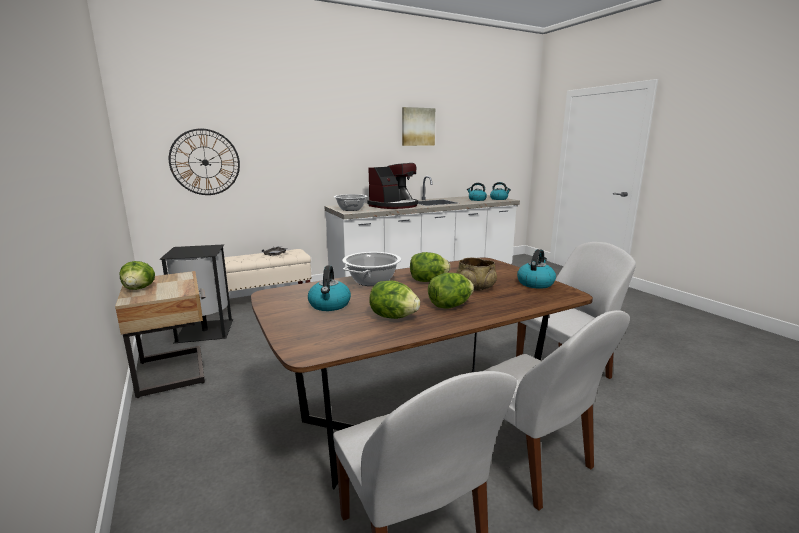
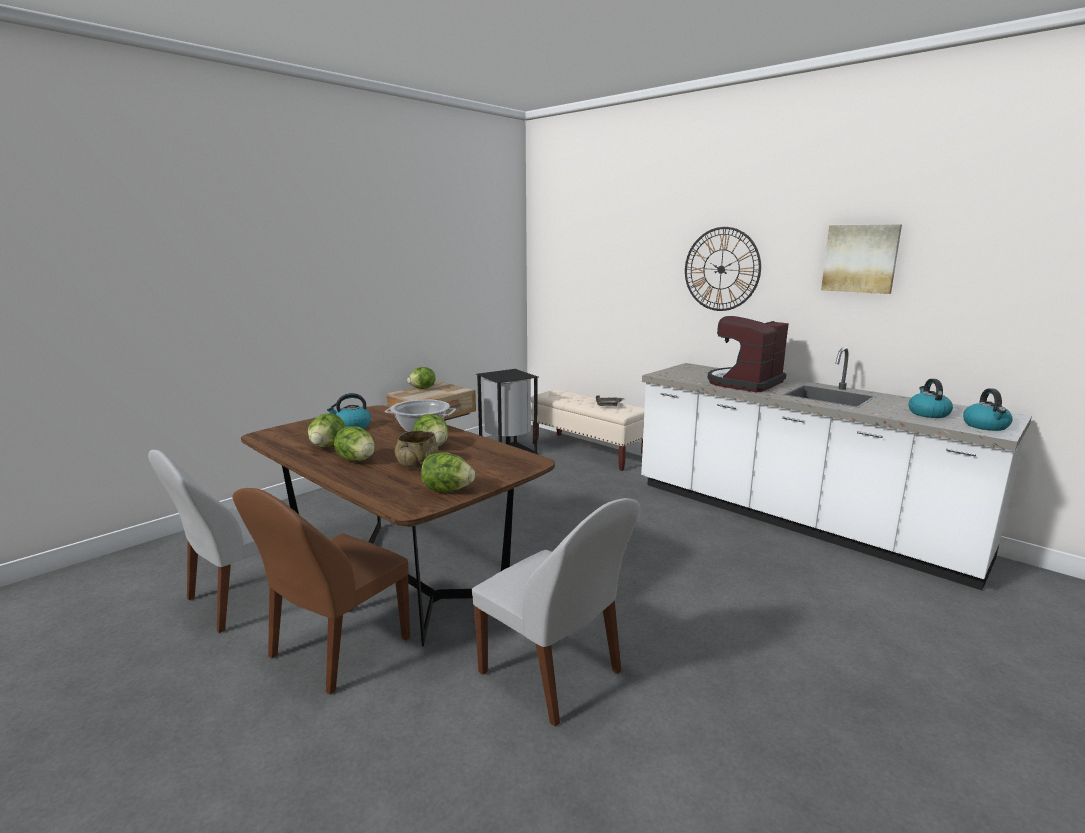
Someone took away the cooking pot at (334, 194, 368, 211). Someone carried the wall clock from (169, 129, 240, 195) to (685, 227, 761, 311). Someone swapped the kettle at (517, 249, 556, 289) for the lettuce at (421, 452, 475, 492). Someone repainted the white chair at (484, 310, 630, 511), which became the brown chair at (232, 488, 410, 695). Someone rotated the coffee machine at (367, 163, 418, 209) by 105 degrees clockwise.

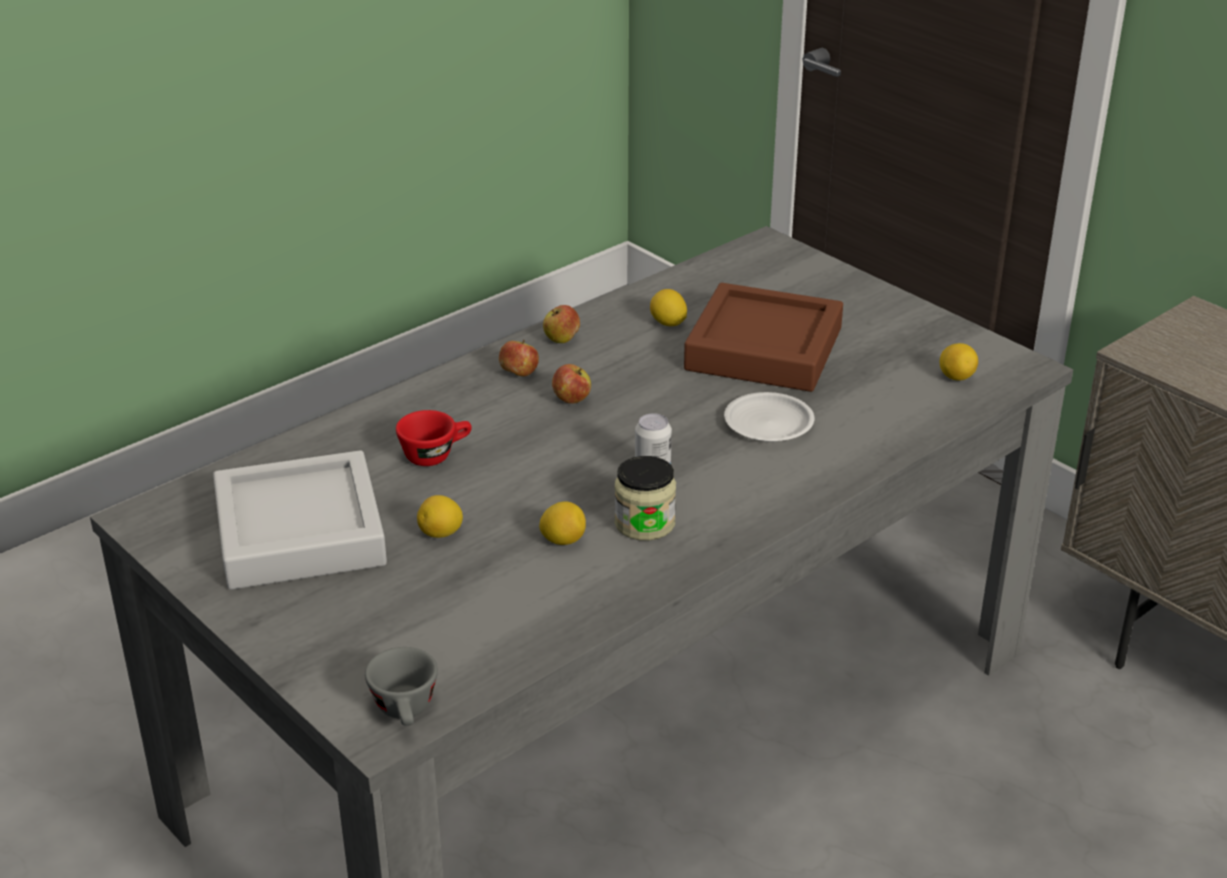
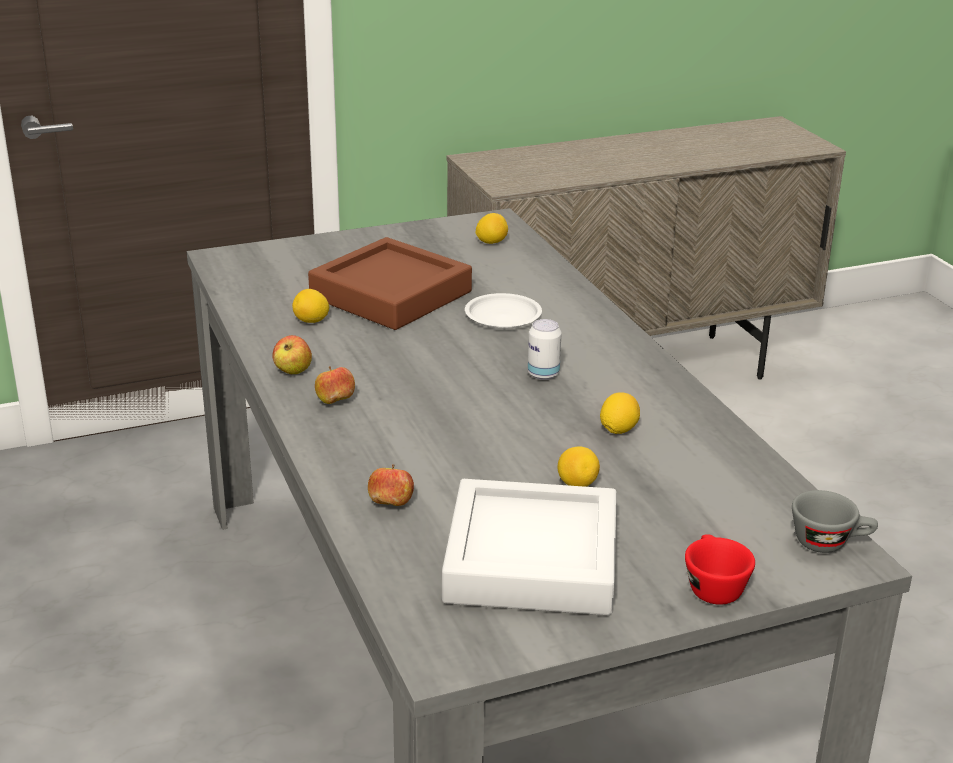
Someone took away the jar at (615, 456, 676, 541). Someone carried the red cup from (396, 410, 472, 466) to (685, 535, 755, 605). Someone carried the apple from (552, 364, 591, 404) to (368, 464, 414, 506).

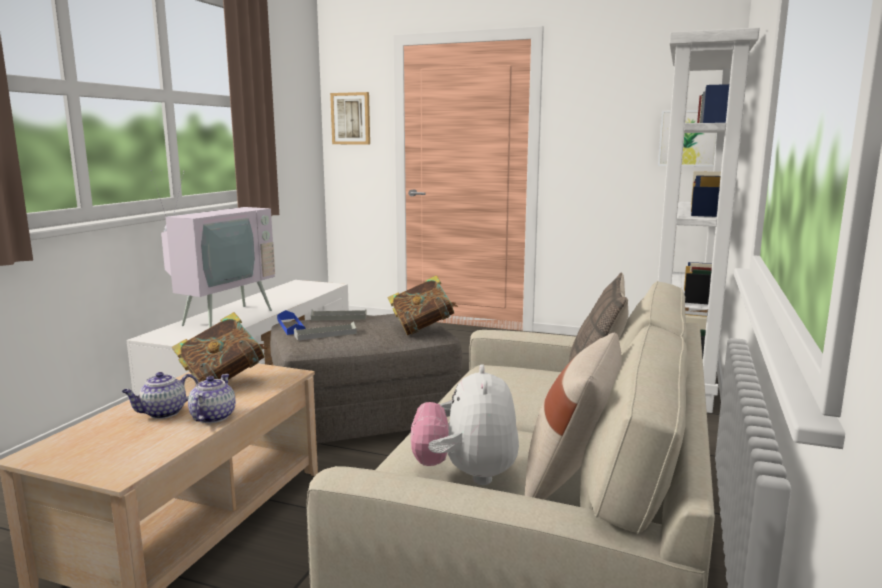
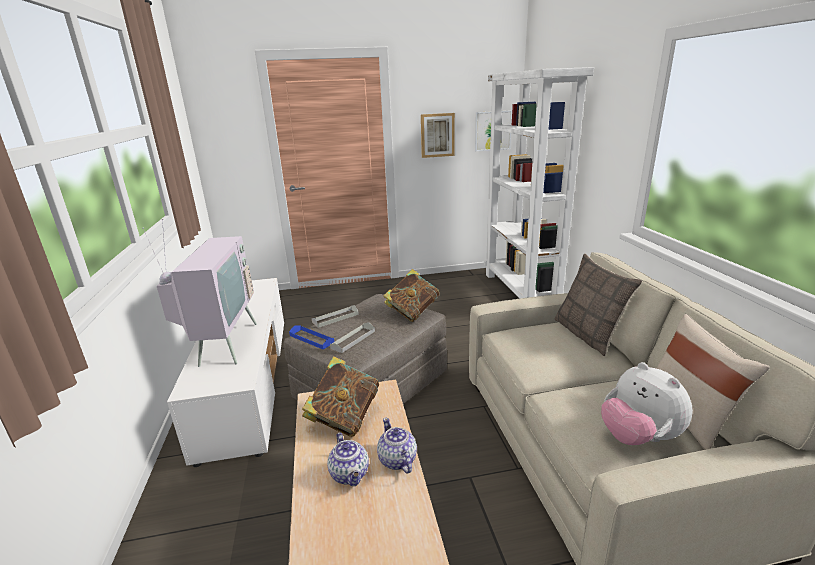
Someone carried the picture from (330, 92, 370, 144) to (421, 113, 455, 158). Someone rotated the teapot at (122, 372, 198, 419) by 45 degrees counterclockwise.

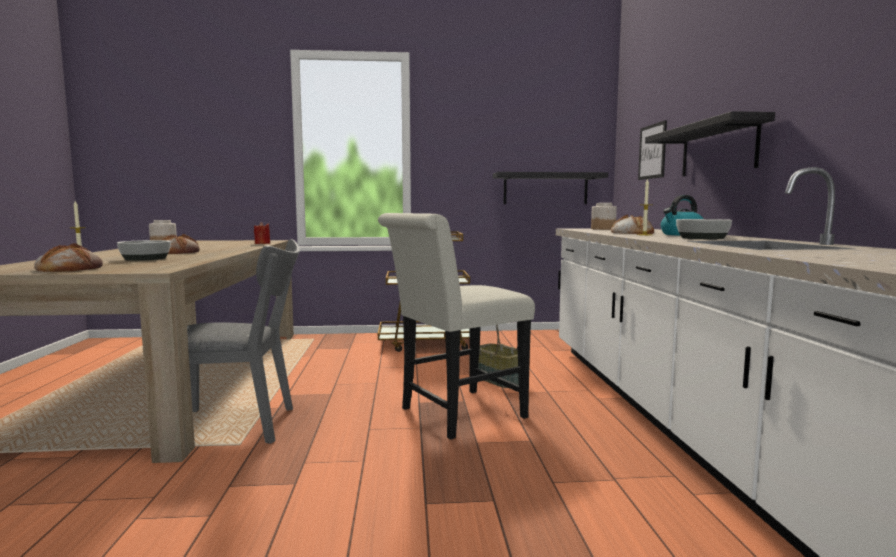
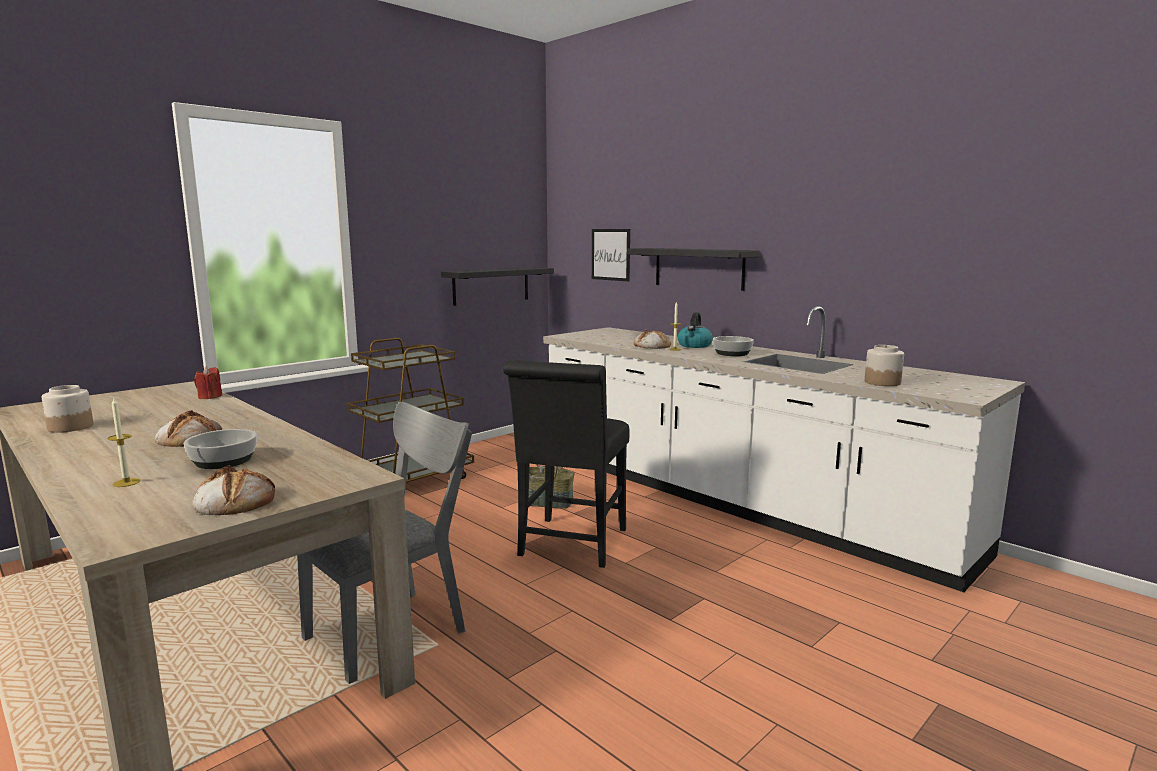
Someone carried the jar from (591, 203, 617, 230) to (865, 345, 904, 386). Someone repainted the white chair at (378, 213, 535, 440), which became the black chair at (503, 360, 630, 568).

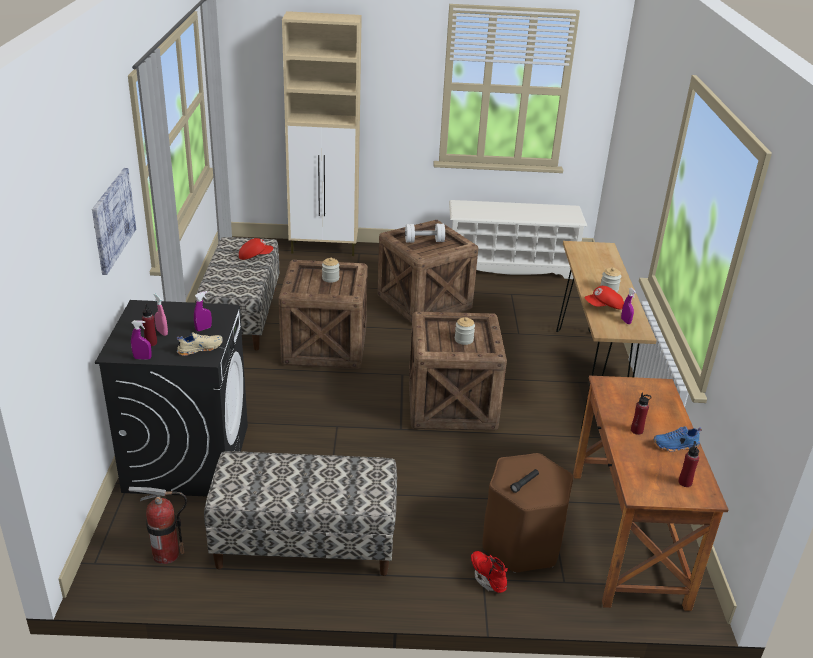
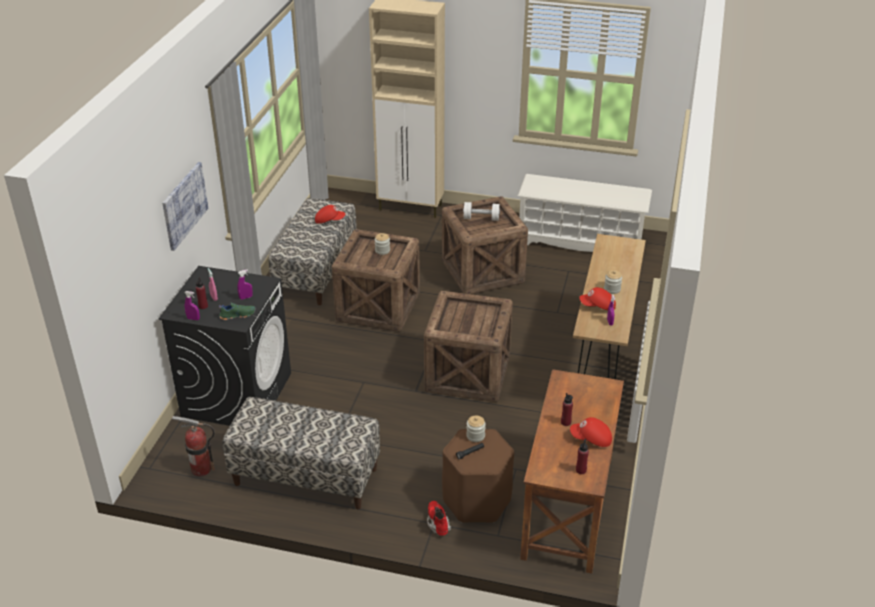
Someone carried the jar from (455, 317, 475, 345) to (466, 415, 486, 442). Someone swapped the blue shoe at (653, 426, 702, 452) for the red cap at (570, 417, 612, 447). Someone repainted the beige shoe at (177, 332, 223, 356), which became the green shoe at (219, 303, 255, 320).

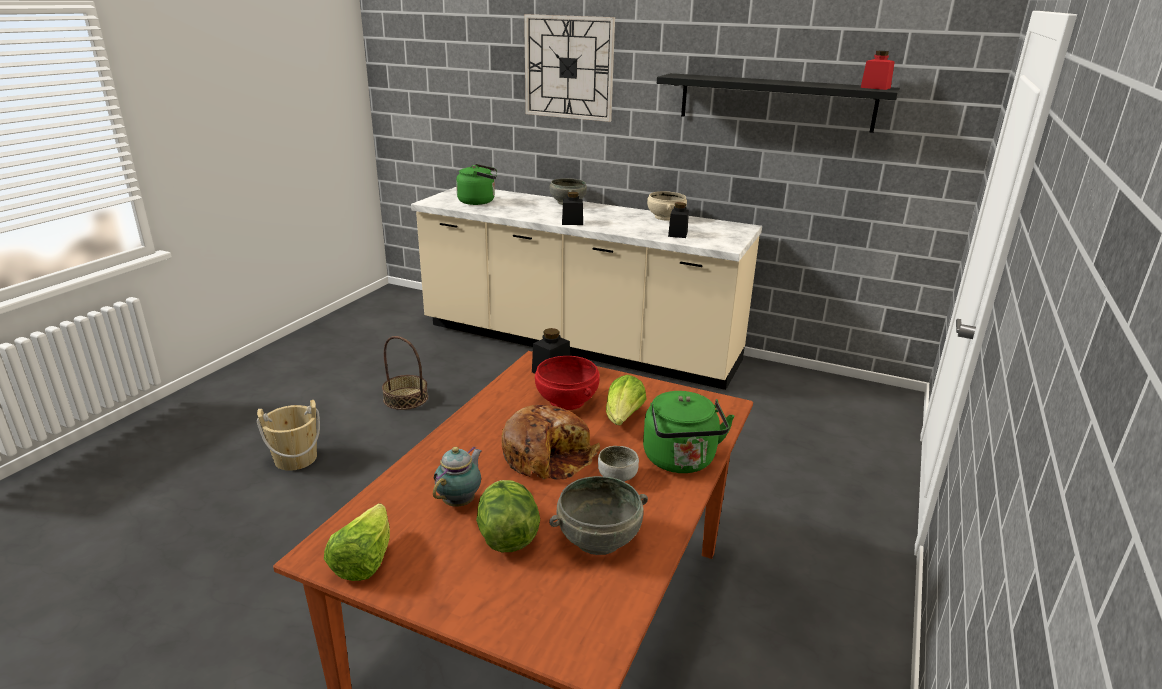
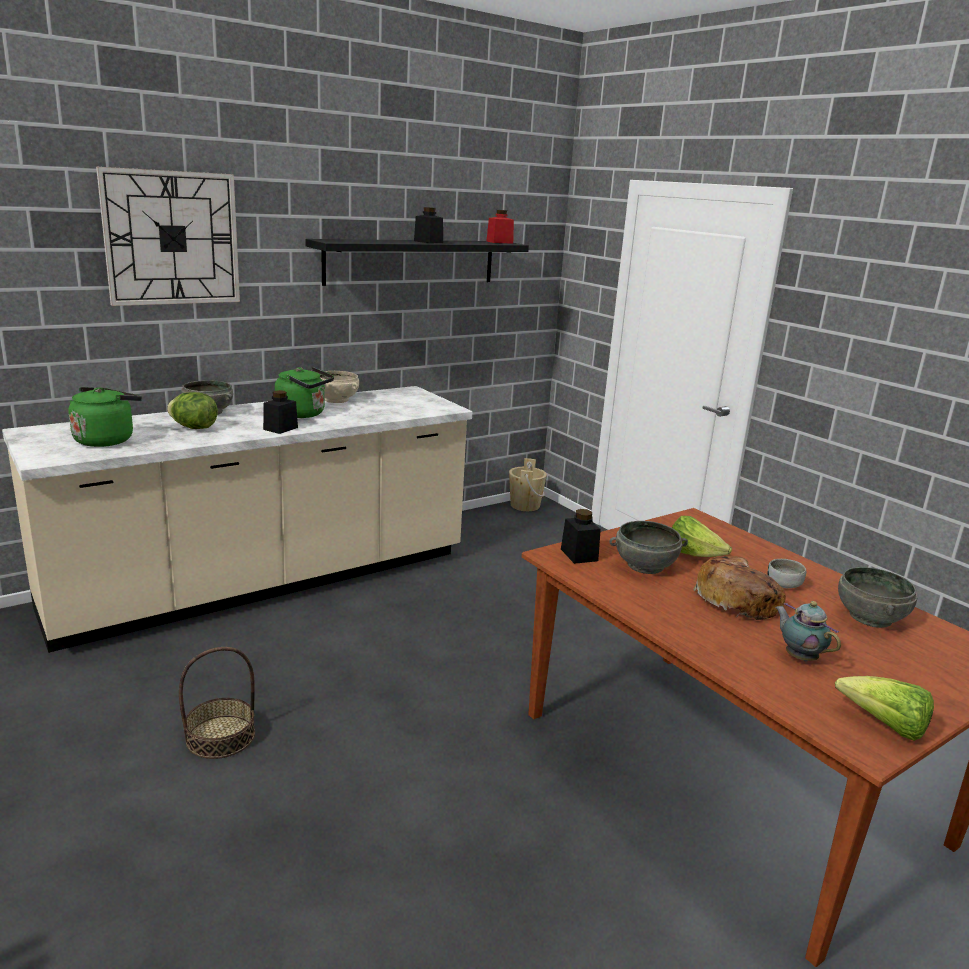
Someone carried the beige bucket from (257, 400, 320, 471) to (509, 458, 547, 511). Someone carried the lettuce from (476, 480, 540, 552) to (167, 392, 218, 429). Someone carried the green kettle from (643, 391, 735, 473) to (275, 367, 334, 418). Someone carried the black jar from (668, 202, 689, 238) to (414, 207, 443, 243). Someone repainted the red bowl at (535, 356, 600, 410), which became the grey bowl at (609, 521, 688, 574).

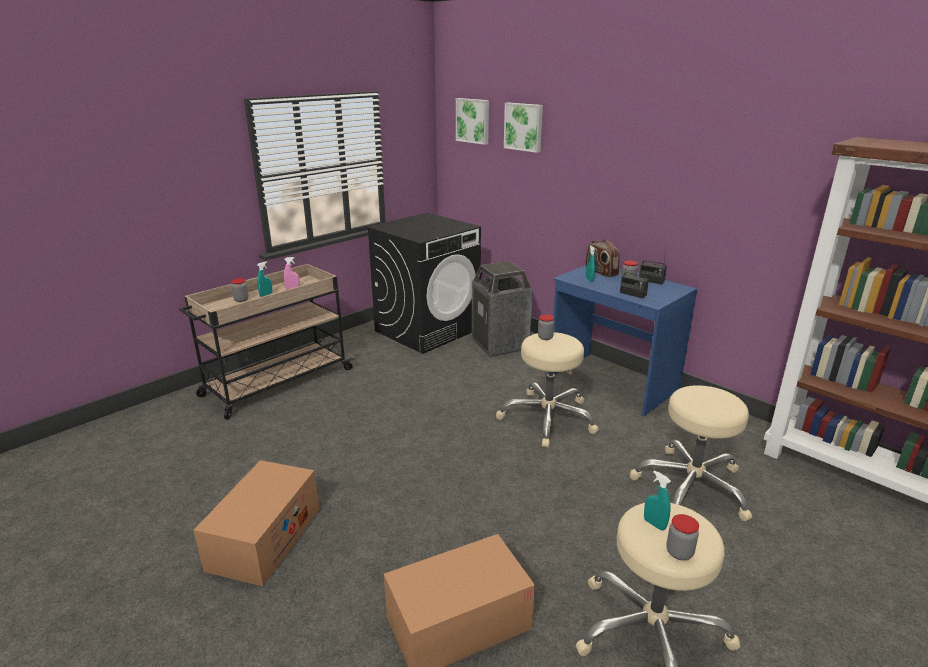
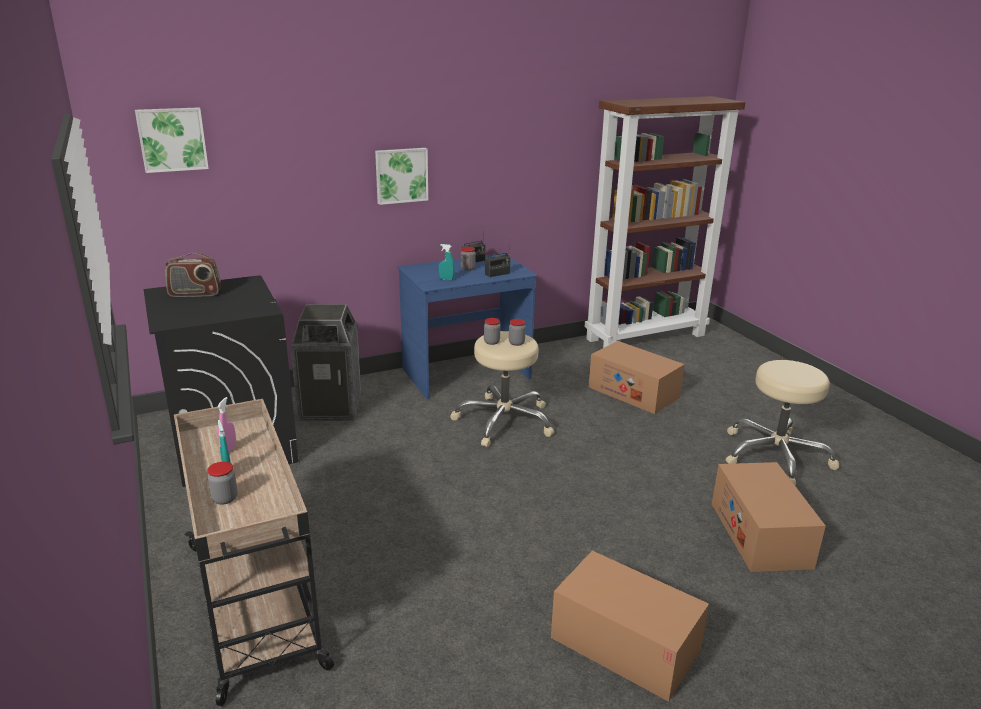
Someone took away the turquoise spray bottle at (644, 470, 671, 531). Someone carried the picture from (504, 102, 543, 153) to (375, 148, 428, 205). Someone carried the radio from (585, 240, 620, 277) to (165, 253, 221, 297). Someone carried the jar from (666, 514, 699, 560) to (509, 319, 526, 346). Someone swapped the beige stool at (630, 385, 752, 521) for the cardboard box at (589, 341, 685, 414).

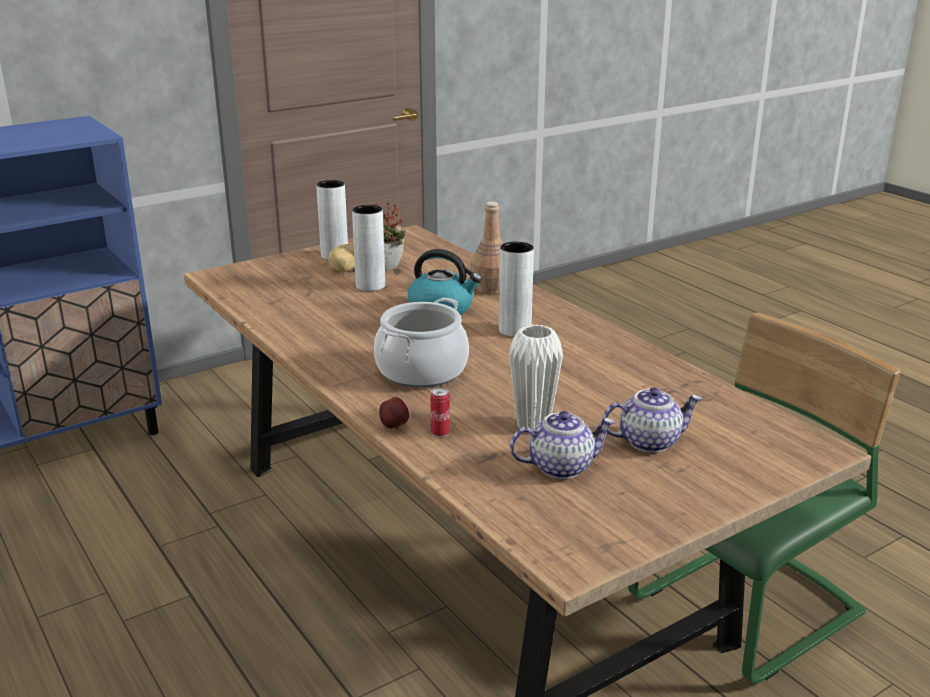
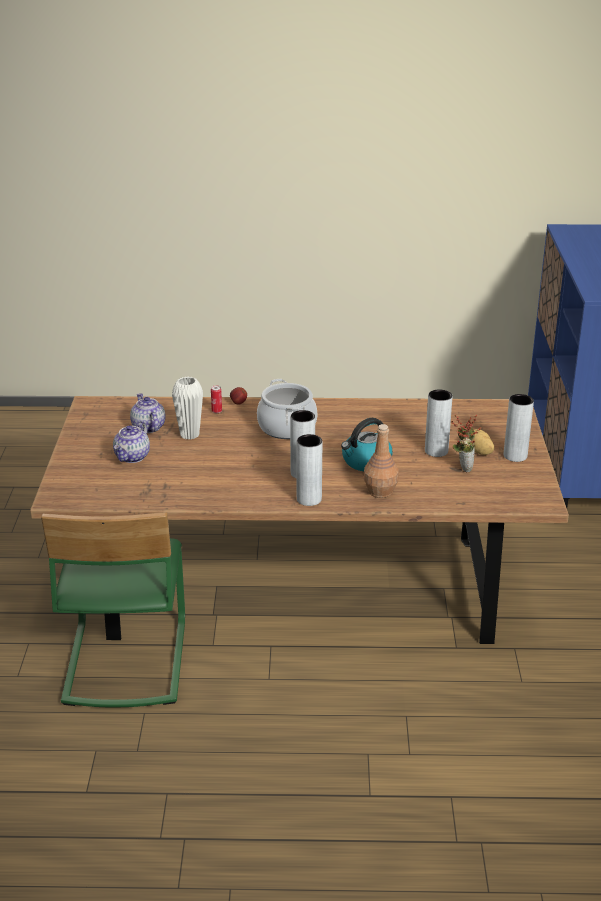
Someone put down the grey vase at (296, 434, 322, 506). Someone rotated the teapot at (510, 411, 615, 479) by 135 degrees clockwise.

